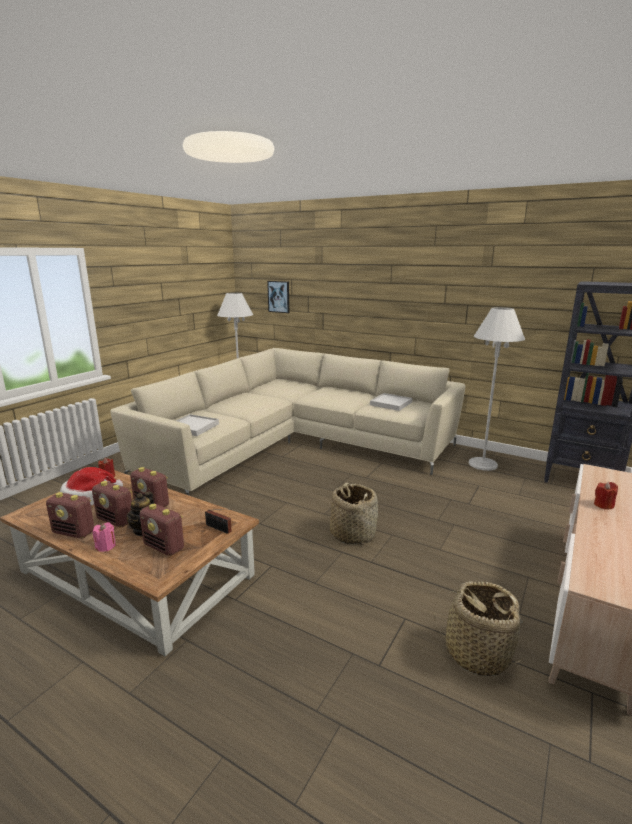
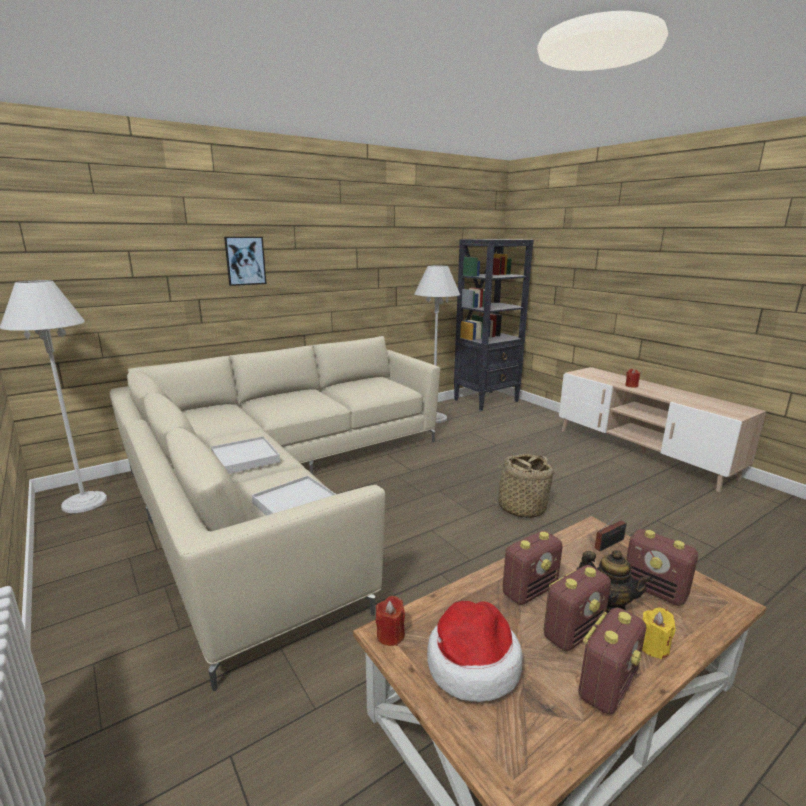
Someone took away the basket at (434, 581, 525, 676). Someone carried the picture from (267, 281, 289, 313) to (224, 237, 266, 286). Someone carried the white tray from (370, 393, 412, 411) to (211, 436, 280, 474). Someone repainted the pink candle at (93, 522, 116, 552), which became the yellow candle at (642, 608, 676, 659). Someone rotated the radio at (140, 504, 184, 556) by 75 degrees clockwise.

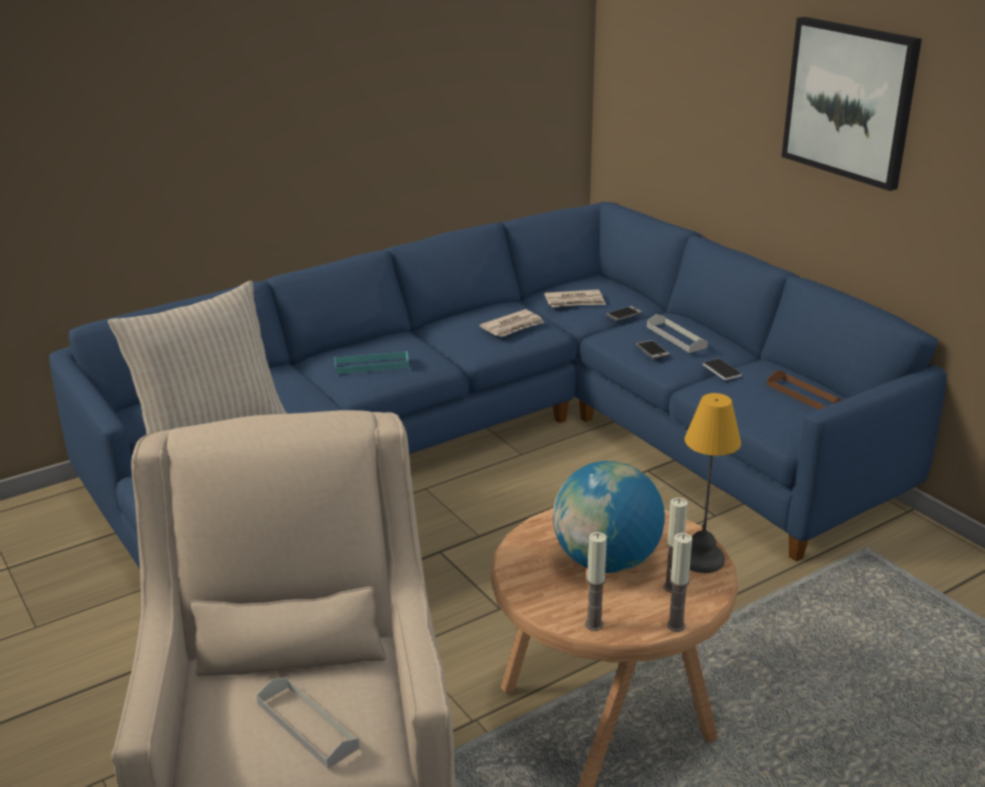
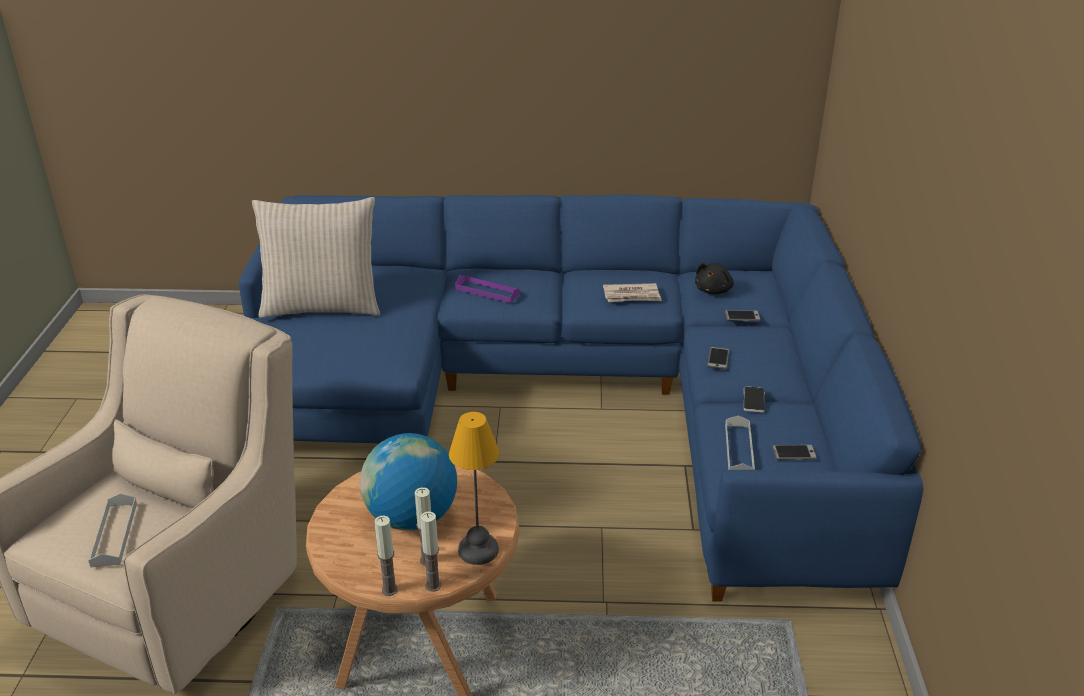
Someone took away the picture at (781, 17, 922, 191). Someone carried the candle from (585, 532, 607, 631) to (420, 512, 442, 592). Someone carried the grey tray from (647, 314, 708, 353) to (725, 415, 755, 470). Someone swapped the newspaper at (544, 289, 606, 307) for the black plush toy at (695, 263, 734, 294). Someone swapped the brown tray at (767, 370, 844, 410) for the phone at (772, 445, 817, 460). Someone repainted the turquoise tray at (334, 351, 409, 374), which became the purple tray at (455, 275, 520, 303).

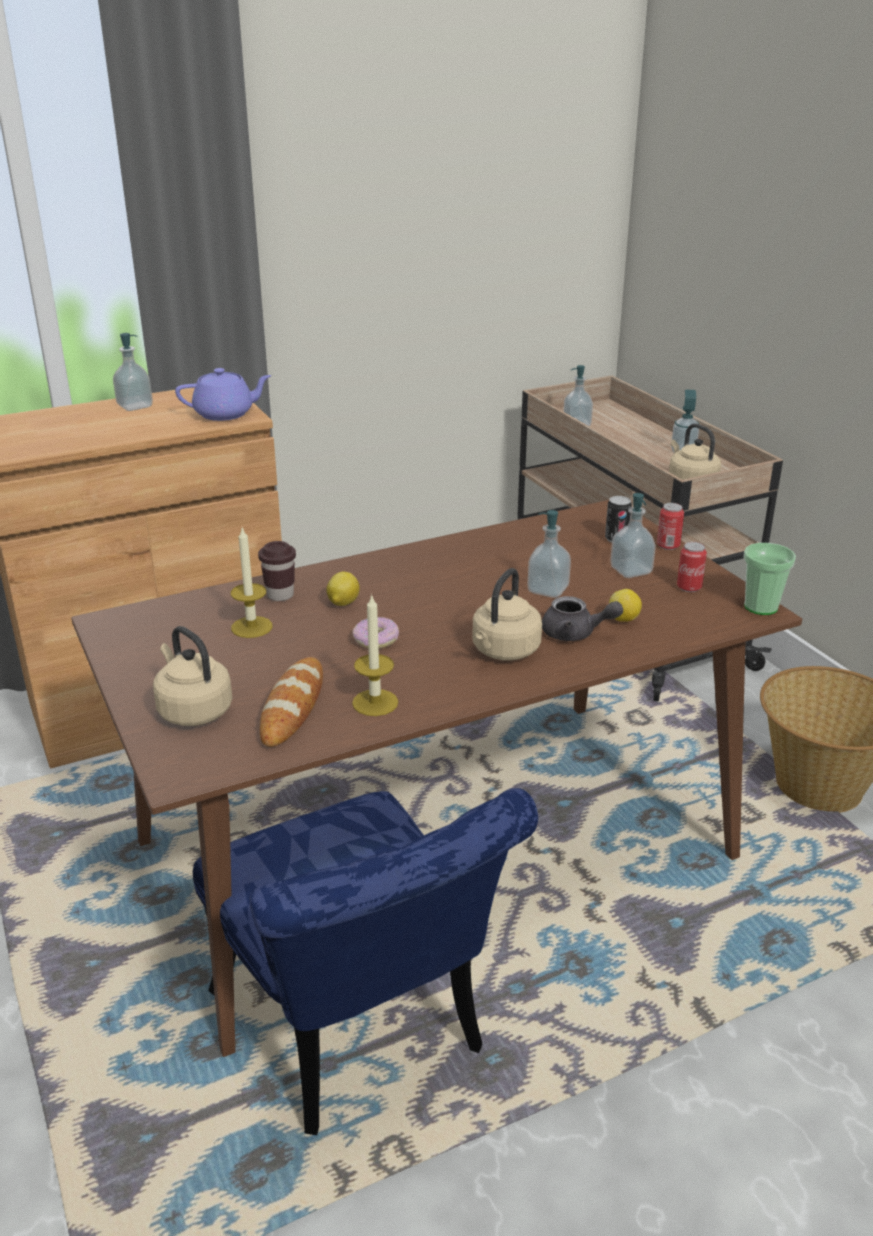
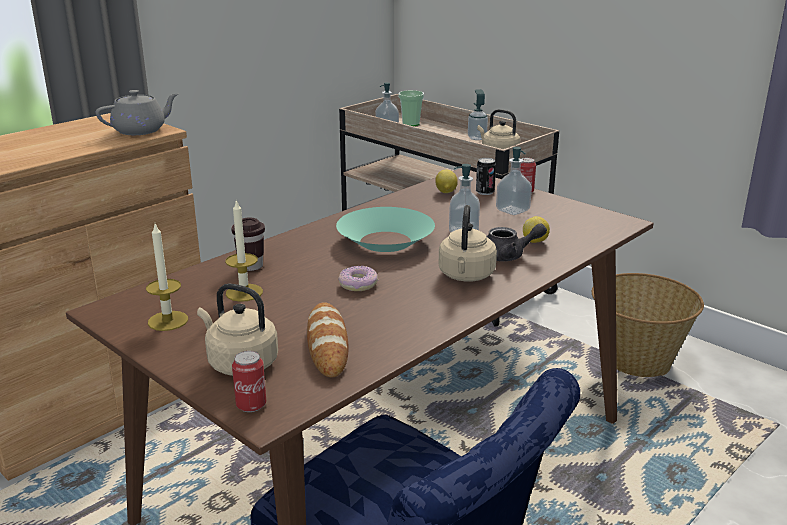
Someone took away the soap dispenser at (113, 333, 153, 411). Someone put down the turquoise bowl at (336, 207, 435, 252). Someone carried the lemon from (326, 572, 360, 606) to (435, 170, 458, 193). Someone carried the candle from (352, 594, 398, 716) to (146, 224, 188, 331). Someone carried the can from (677, 542, 707, 592) to (232, 351, 266, 412). Someone carried the cup from (744, 543, 796, 615) to (399, 90, 424, 126). Someone repainted the purple teapot at (175, 368, 272, 421), which became the grey teapot at (96, 90, 179, 135).

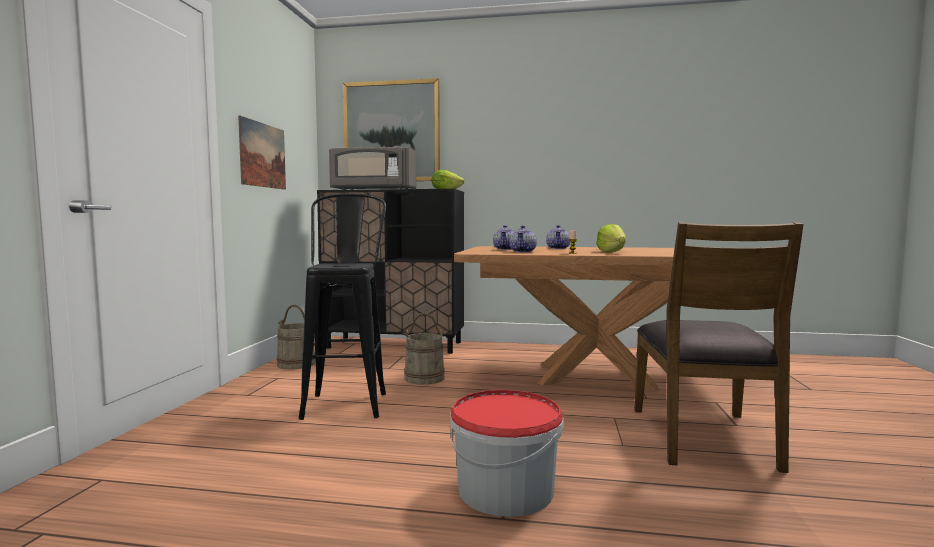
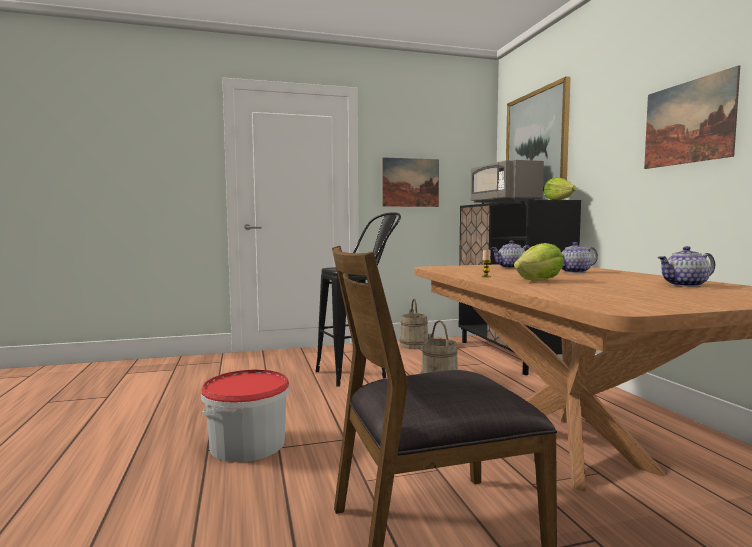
Someone put up the picture at (644, 65, 740, 169). Someone carried the teapot from (510, 225, 537, 252) to (657, 246, 715, 287).

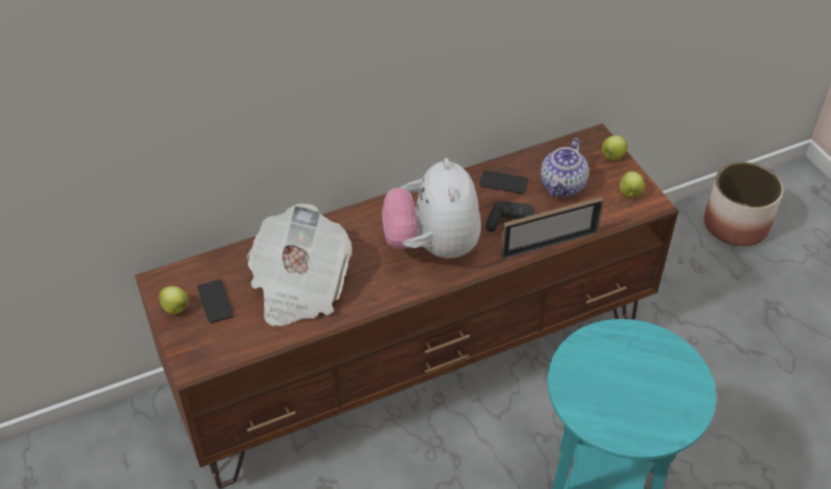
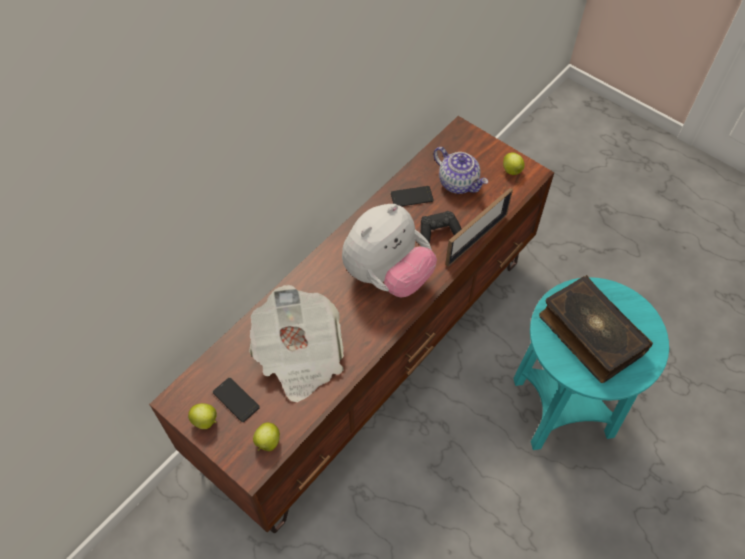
Someone took away the planter at (704, 162, 783, 246). Someone put down the book at (539, 275, 653, 383). Someone carried the apple from (602, 135, 627, 161) to (253, 422, 280, 451). Someone rotated the plush toy at (382, 158, 481, 259) by 105 degrees counterclockwise. Someone rotated the teapot at (541, 138, 589, 197) by 45 degrees counterclockwise.

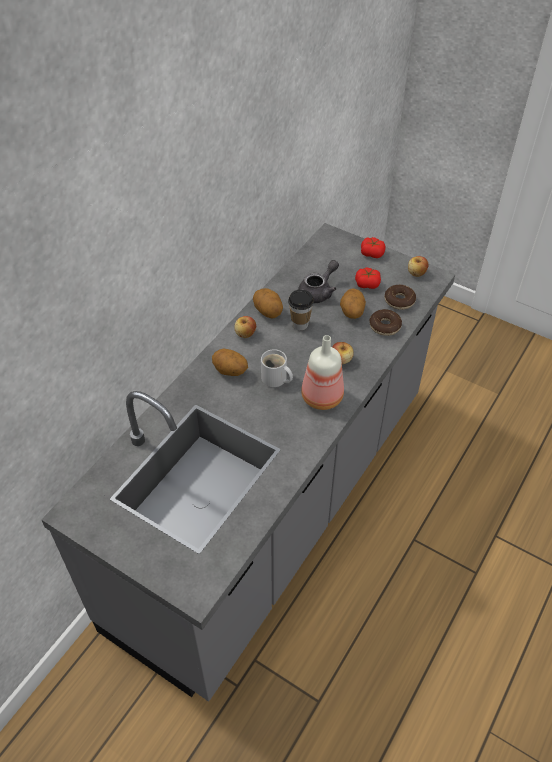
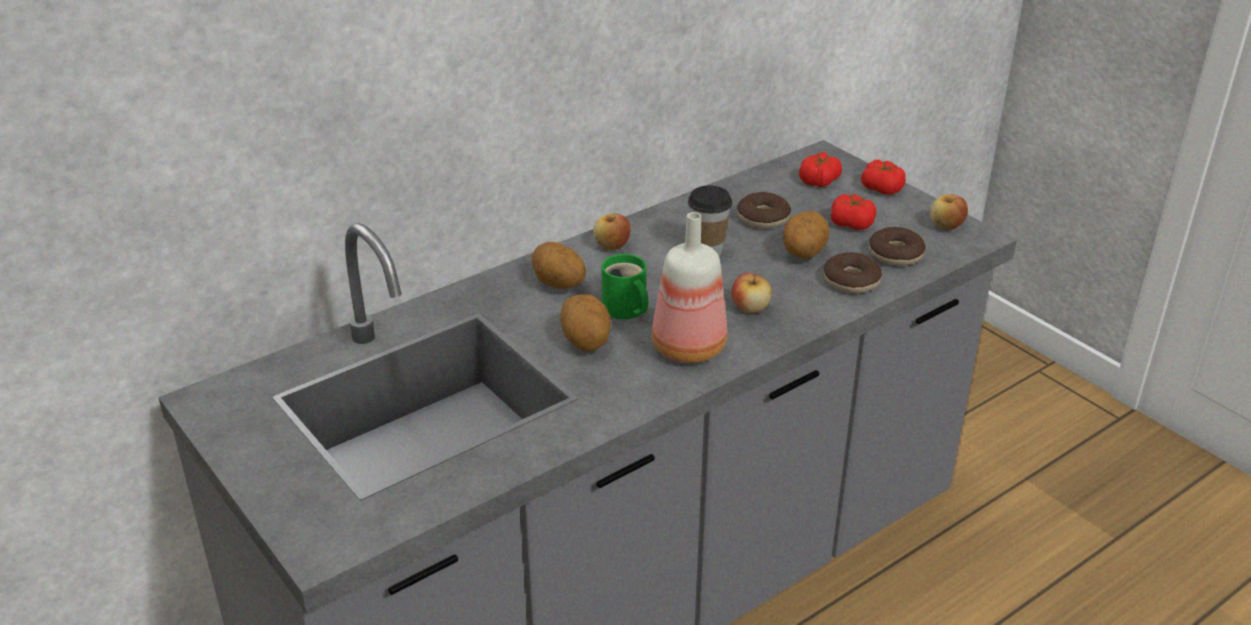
Someone put down the tomato at (799, 152, 842, 187). Someone carried the potato from (253, 288, 283, 318) to (560, 294, 611, 351). Someone swapped the grey teapot at (298, 260, 339, 303) for the donut at (737, 192, 791, 228). Someone repainted the white mug at (261, 349, 293, 387), which became the green mug at (602, 254, 648, 319).

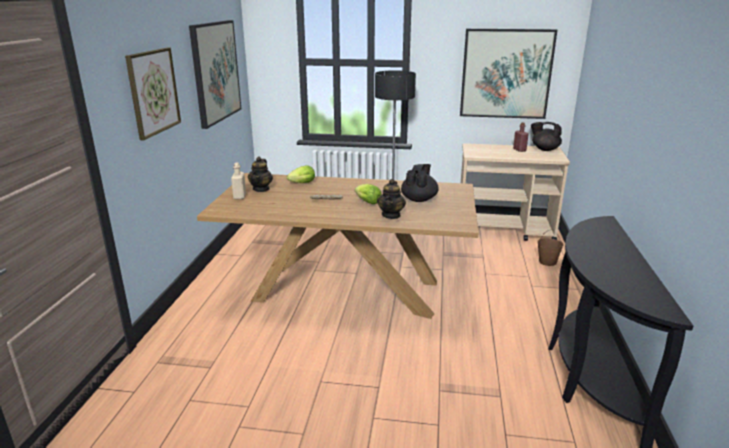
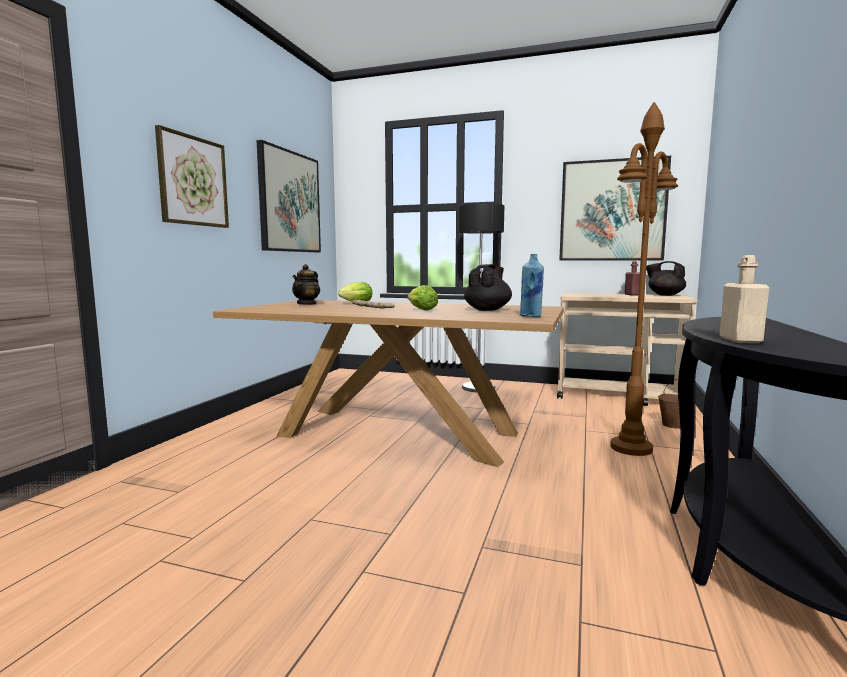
Someone took away the teapot at (377, 179, 406, 219). Someone put down the blue bottle at (520, 254, 544, 317). Someone put down the brown floor lamp at (610, 102, 678, 456). Someone carried the beige bottle from (231, 162, 246, 199) to (720, 255, 769, 344).

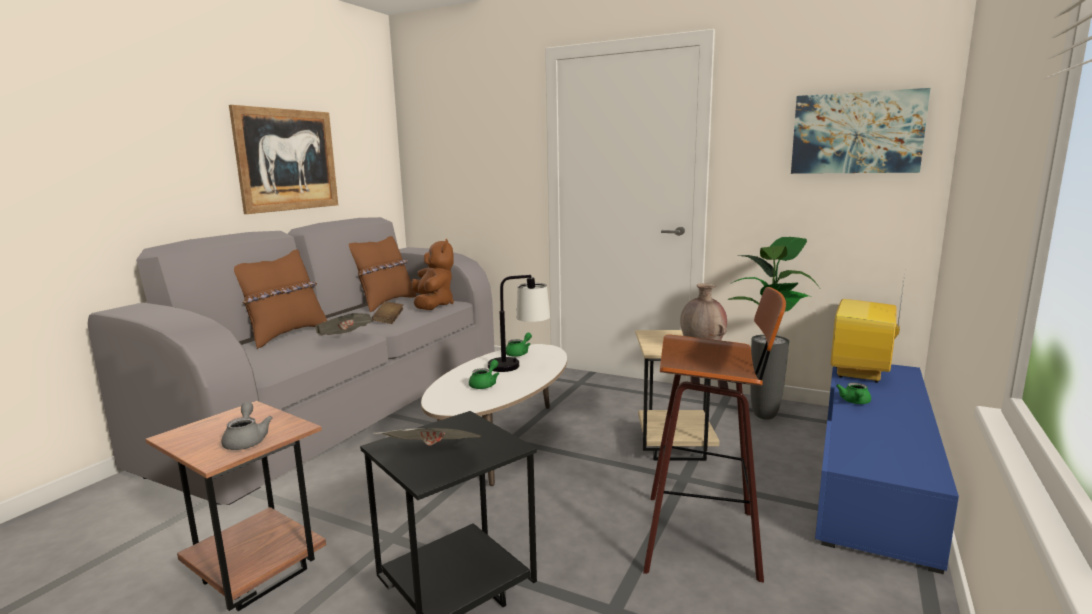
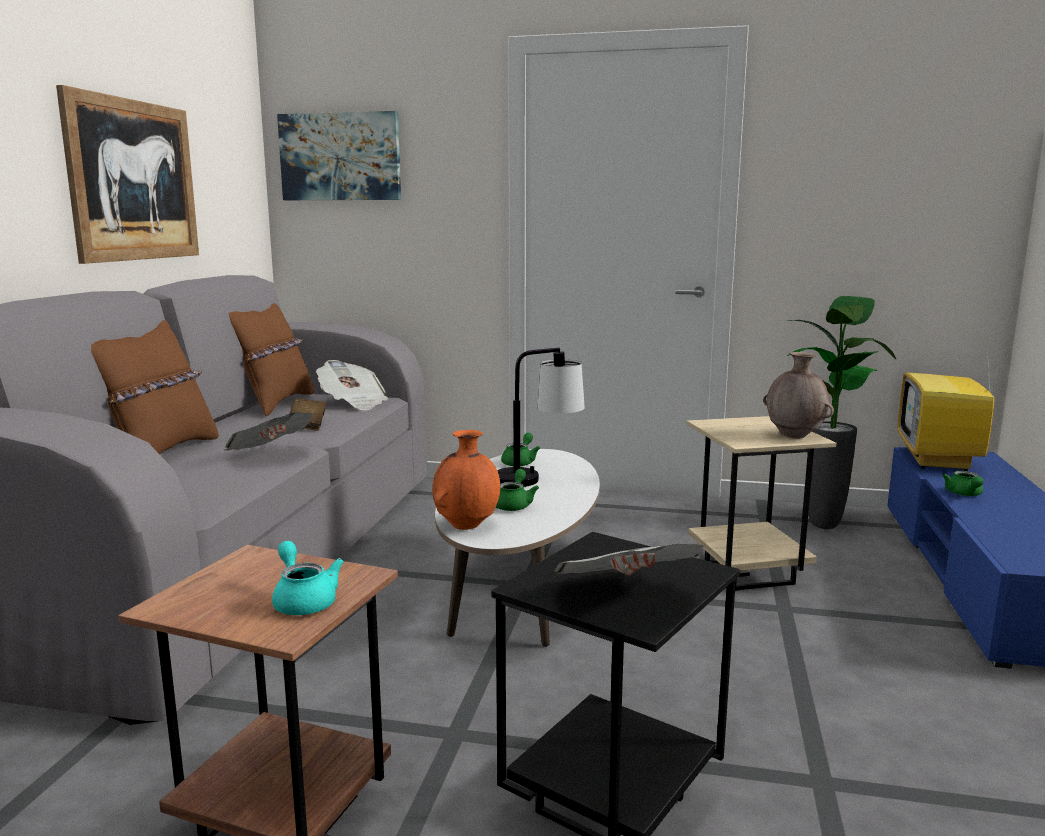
Someone took away the stool at (643, 287, 786, 582). Someone put down the orange vase at (432, 430, 501, 530). Someone carried the picture from (791, 88, 930, 174) to (277, 111, 401, 200). Someone swapped the brown plush toy at (412, 239, 454, 310) for the newspaper at (316, 360, 388, 411). Someone repainted the grey teapot at (221, 402, 273, 450), which became the turquoise teapot at (272, 541, 344, 615).

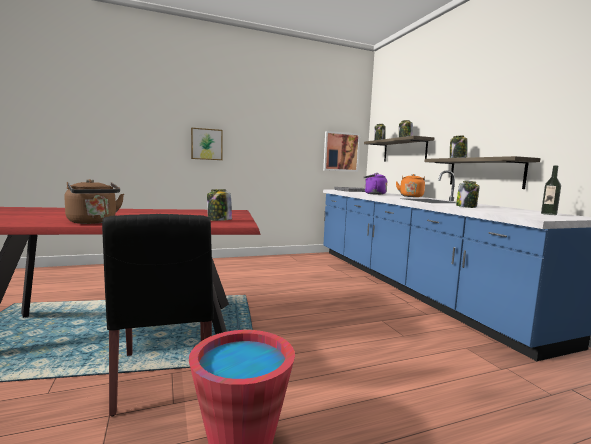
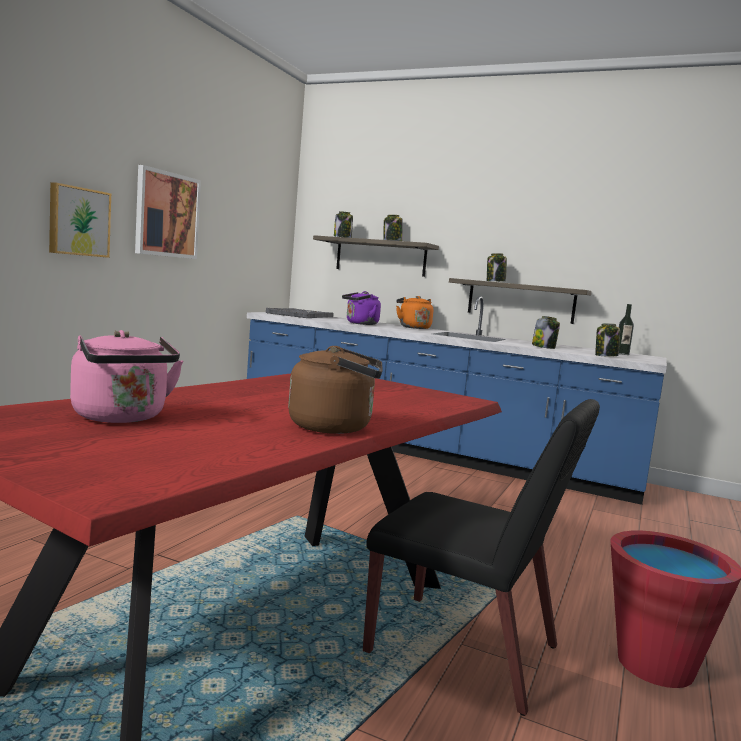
Someone put down the pink kettle at (70, 330, 183, 423). Someone carried the jar from (207, 189, 232, 221) to (595, 323, 620, 357). Someone carried the picture from (323, 131, 360, 172) to (135, 165, 201, 259).

